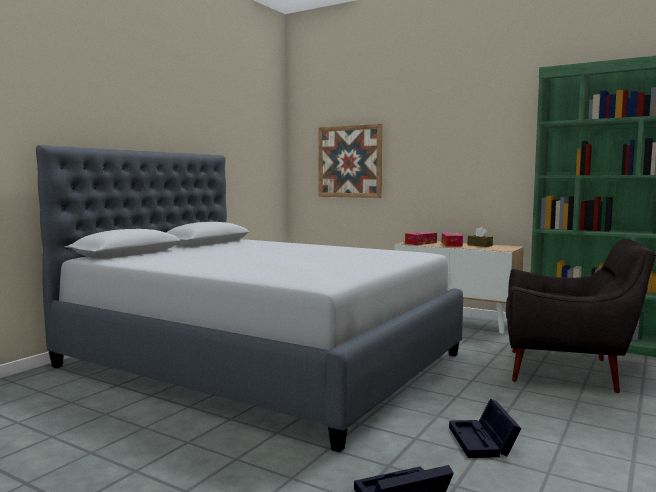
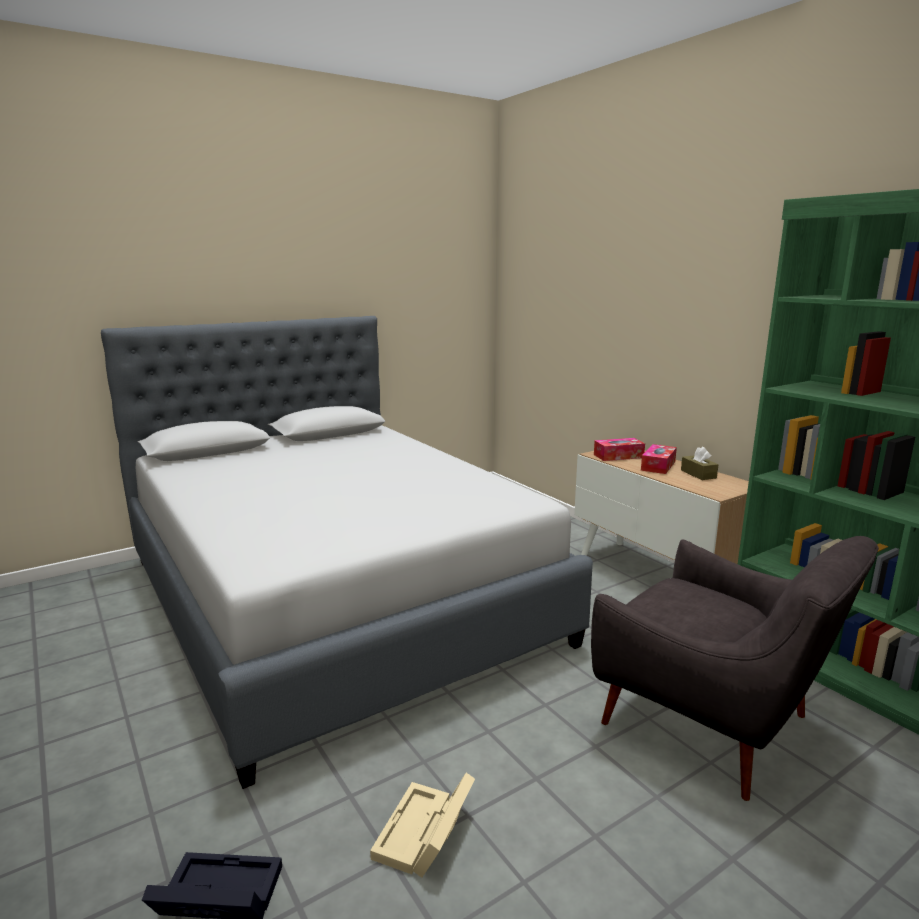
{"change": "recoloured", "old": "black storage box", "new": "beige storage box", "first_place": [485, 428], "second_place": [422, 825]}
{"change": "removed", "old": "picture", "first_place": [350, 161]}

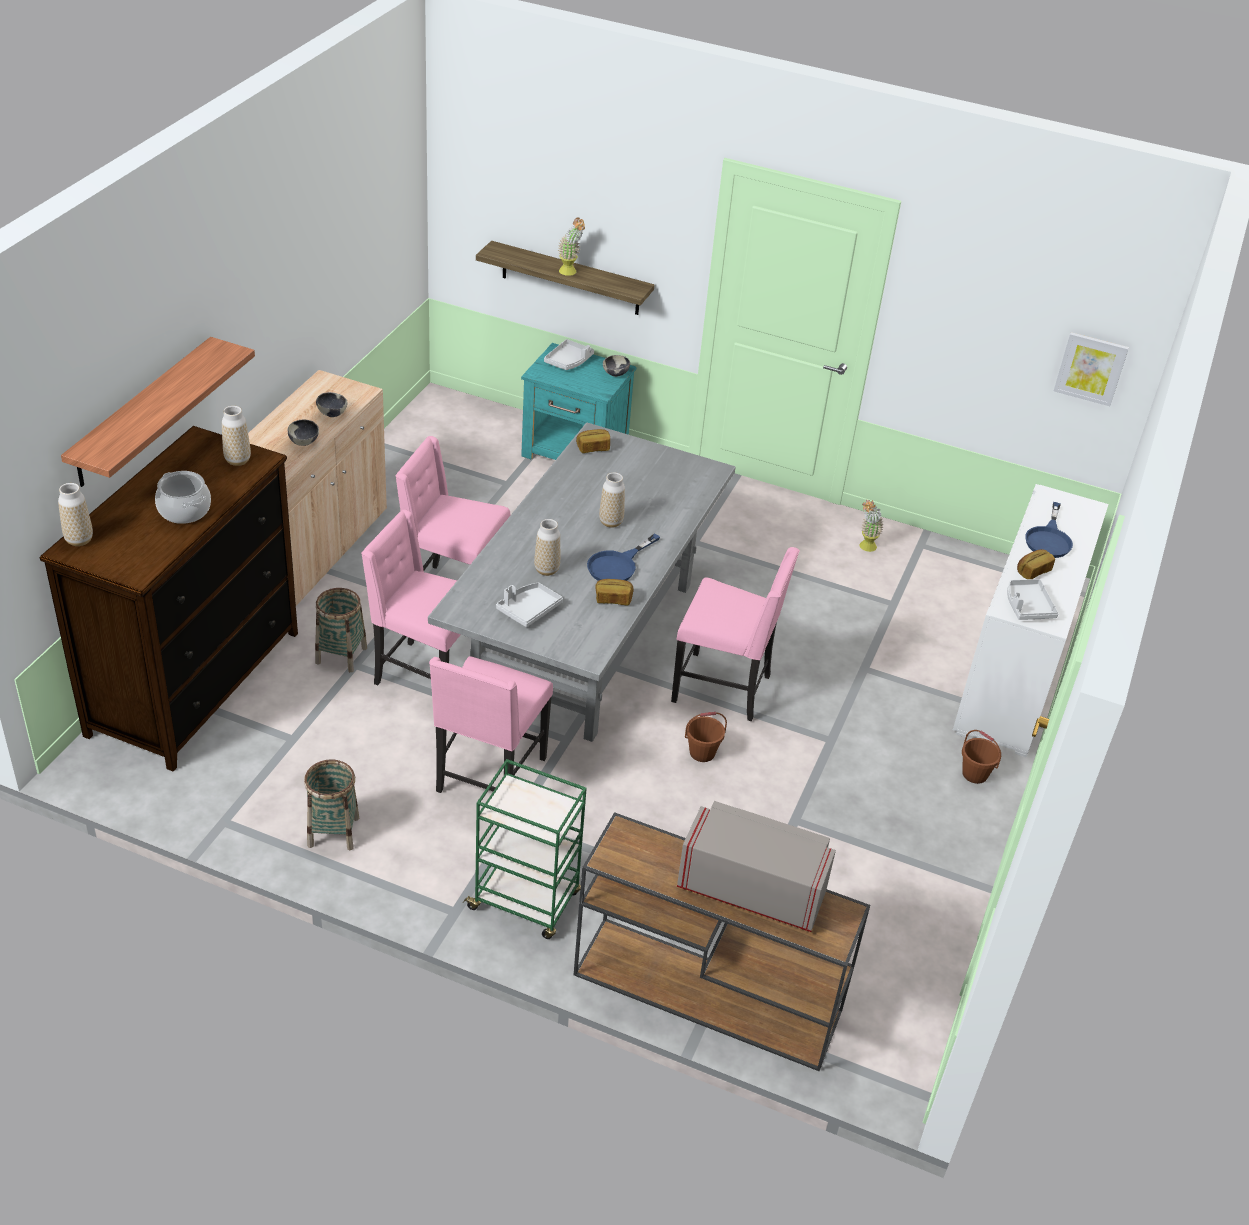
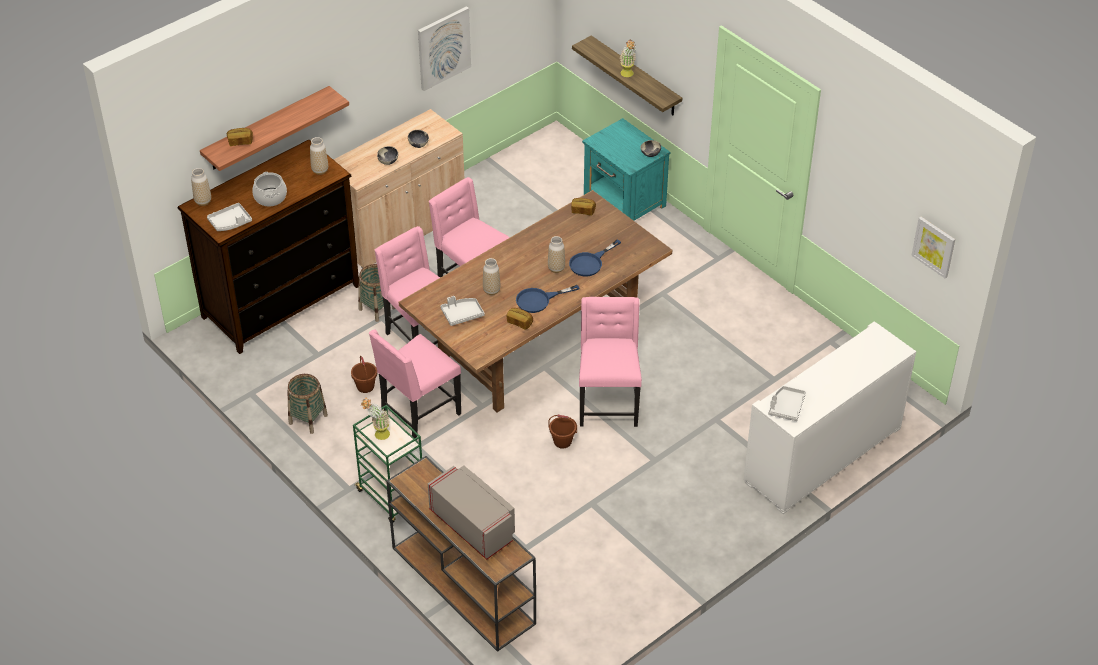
{"change": "moved", "old": "grey tray", "first_place": [569, 354], "second_place": [229, 217]}
{"change": "moved", "old": "bread", "first_place": [1036, 564], "second_place": [240, 137]}
{"change": "moved", "old": "brown bucket", "first_place": [981, 757], "second_place": [364, 374]}
{"change": "moved", "old": "potted plant", "first_place": [872, 526], "second_place": [375, 419]}
{"change": "recoloured", "old": "grey dining table", "new": "brown dining table", "first_place": [581, 582], "second_place": [535, 301]}
{"change": "added", "new": "picture", "second_place": [444, 48]}
{"change": "moved", "old": "blue frying pan", "first_place": [1049, 530], "second_place": [595, 257]}
{"change": "turned", "old": "pink chair", "first_place": [735, 634], "second_place": [610, 362], "degrees": -135}

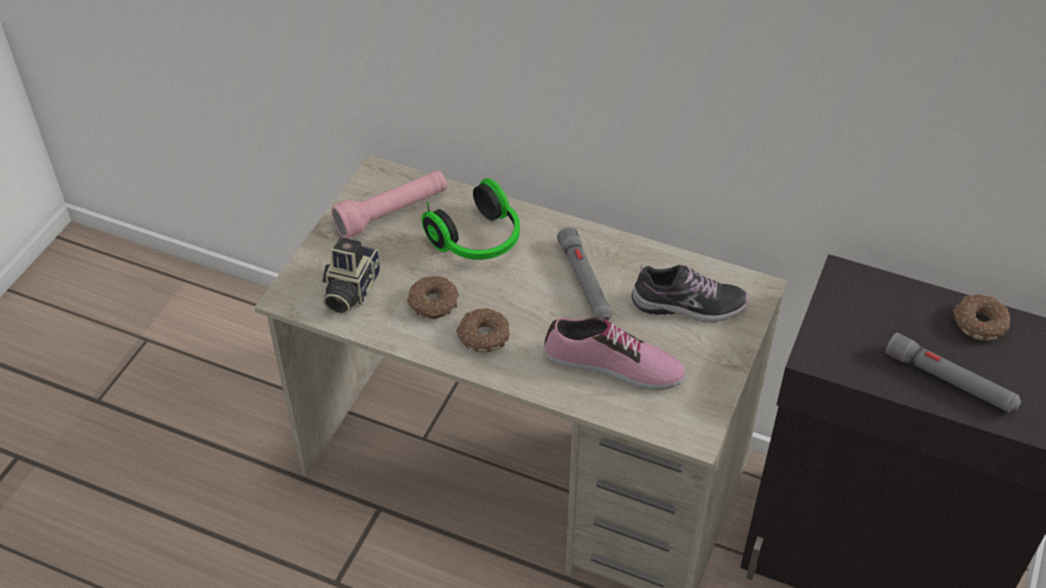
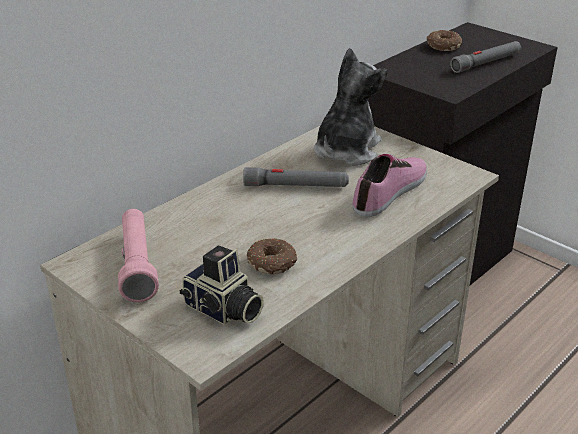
{"change": "replaced", "old": "shoe", "new": "plush toy", "first_place": [689, 294], "second_place": [350, 107]}
{"change": "removed", "old": "headphones", "first_place": [470, 219]}
{"change": "removed", "old": "donut", "first_place": [483, 330]}

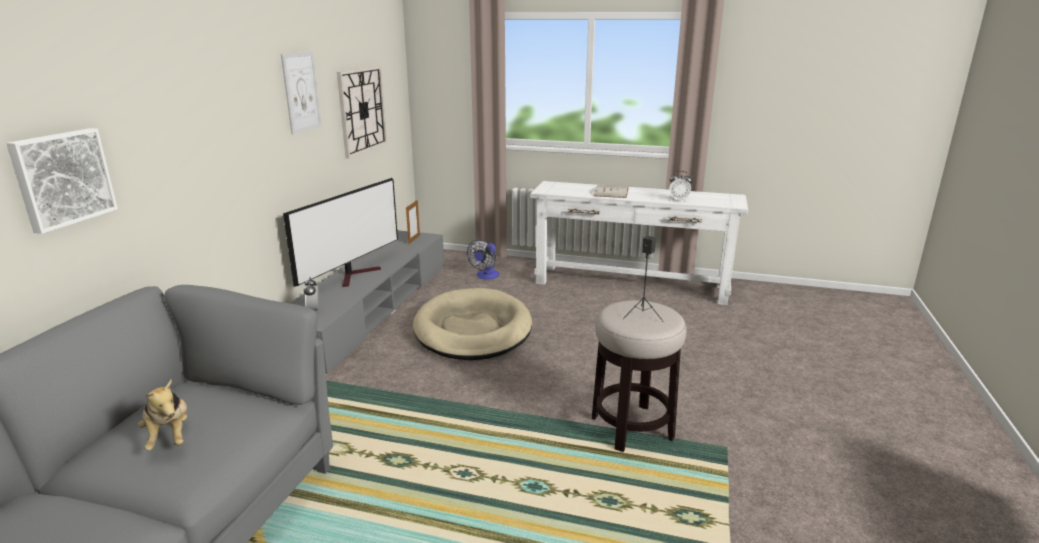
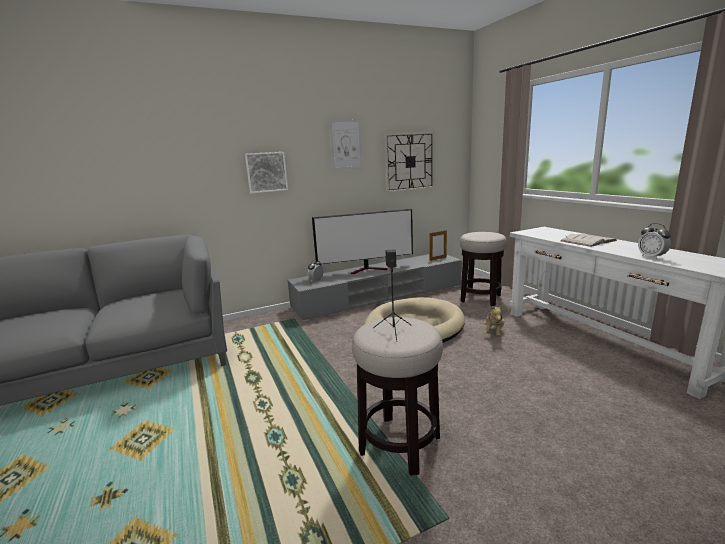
{"change": "moved", "old": "picture", "first_place": [62, 181], "second_place": [266, 172]}
{"change": "replaced", "old": "fan", "new": "stool", "first_place": [483, 259], "second_place": [483, 269]}
{"change": "moved", "old": "plush toy", "first_place": [162, 414], "second_place": [494, 320]}

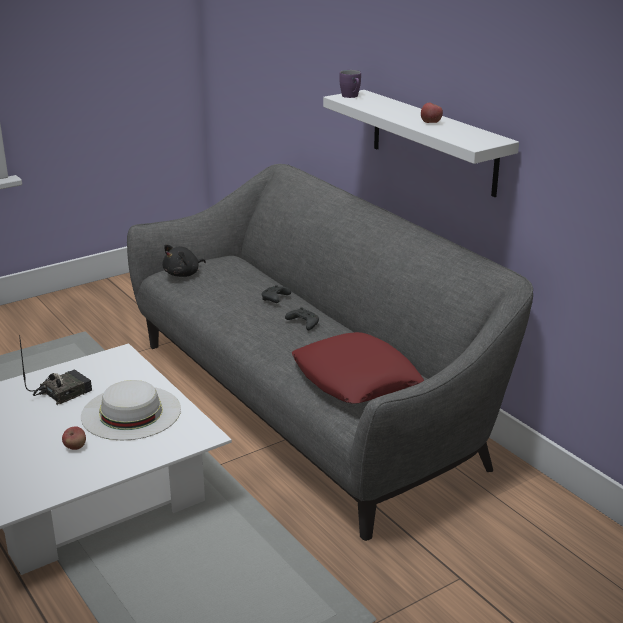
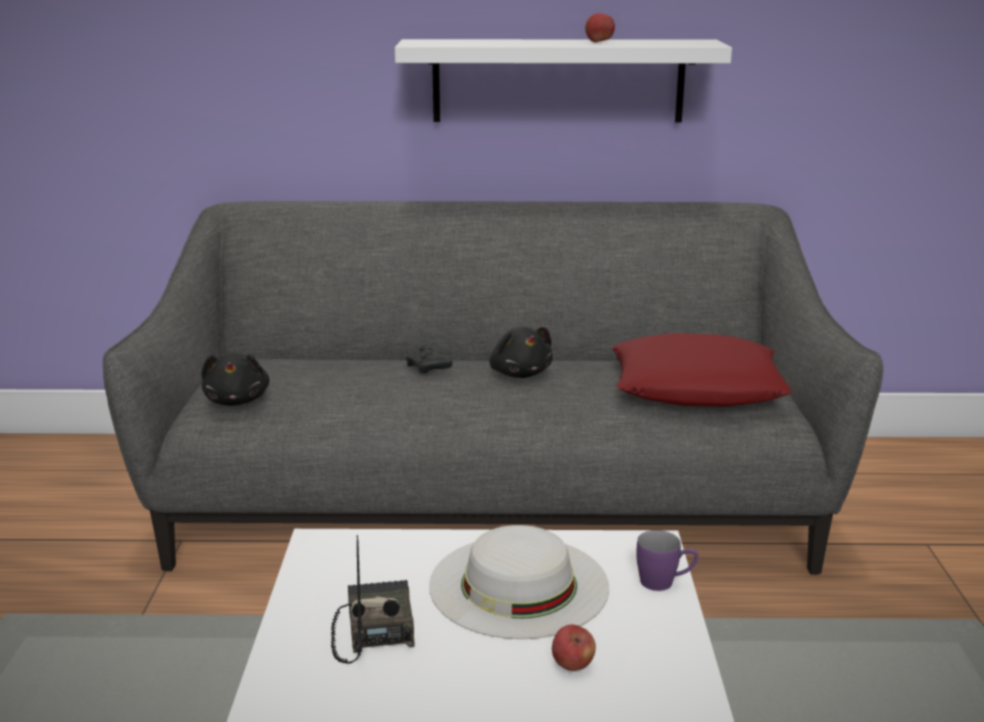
{"change": "replaced", "old": "black game controller", "new": "black plush toy", "first_place": [302, 318], "second_place": [521, 352]}
{"change": "moved", "old": "purple mug", "first_place": [350, 84], "second_place": [667, 560]}

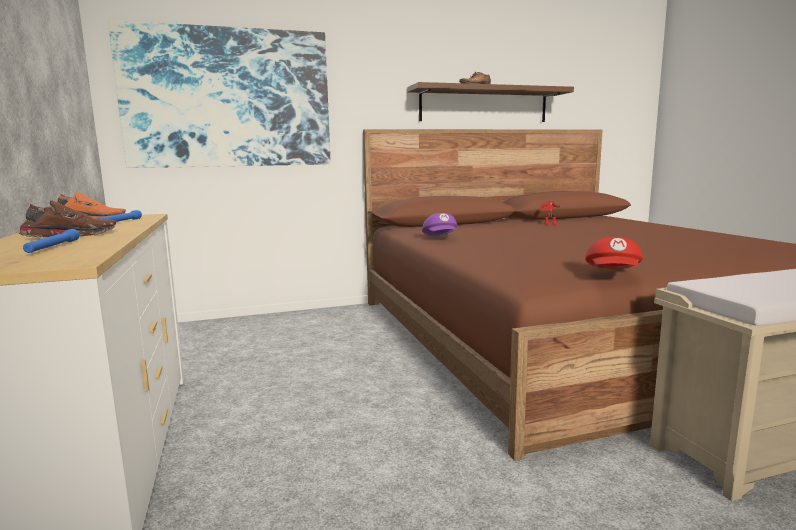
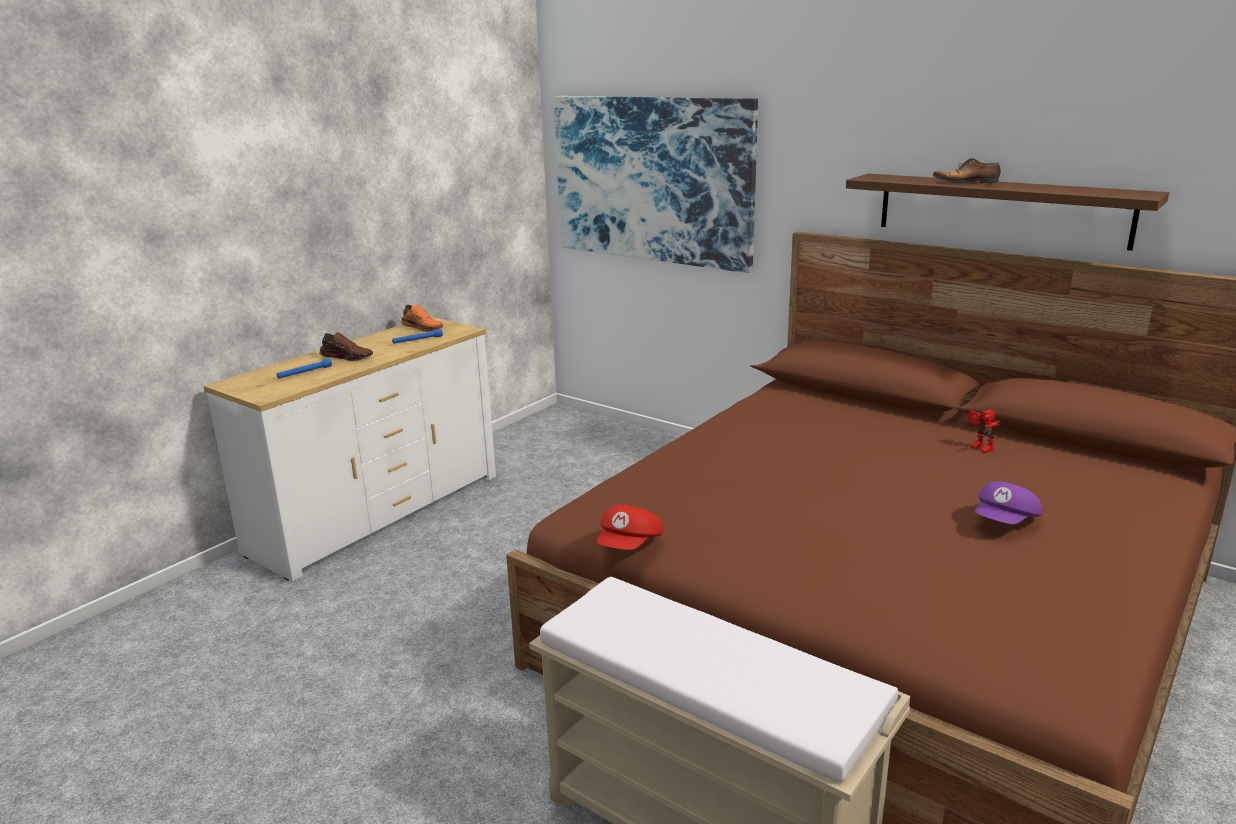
{"change": "turned", "old": "red cap", "first_place": [614, 253], "second_place": [629, 527], "degrees": -45}
{"change": "moved", "old": "purple cap", "first_place": [439, 224], "second_place": [1008, 502]}

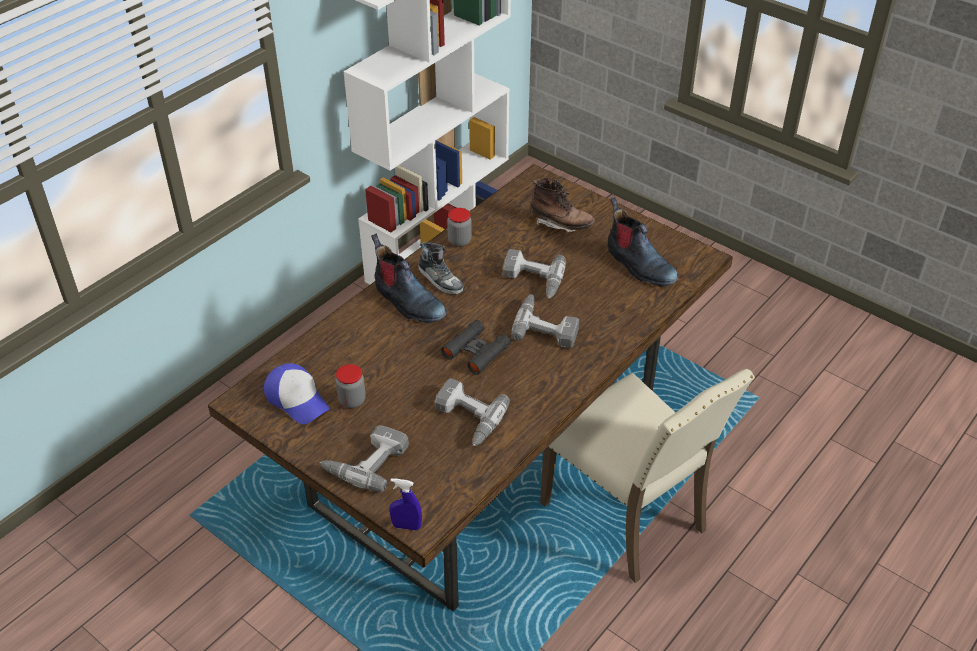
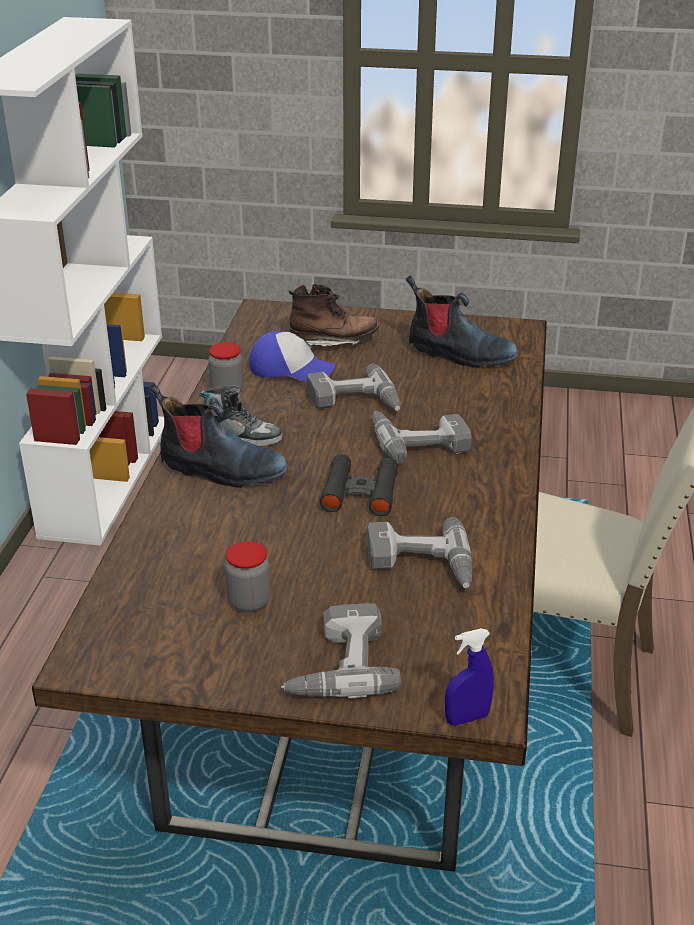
{"change": "moved", "old": "cap", "first_place": [296, 393], "second_place": [292, 356]}

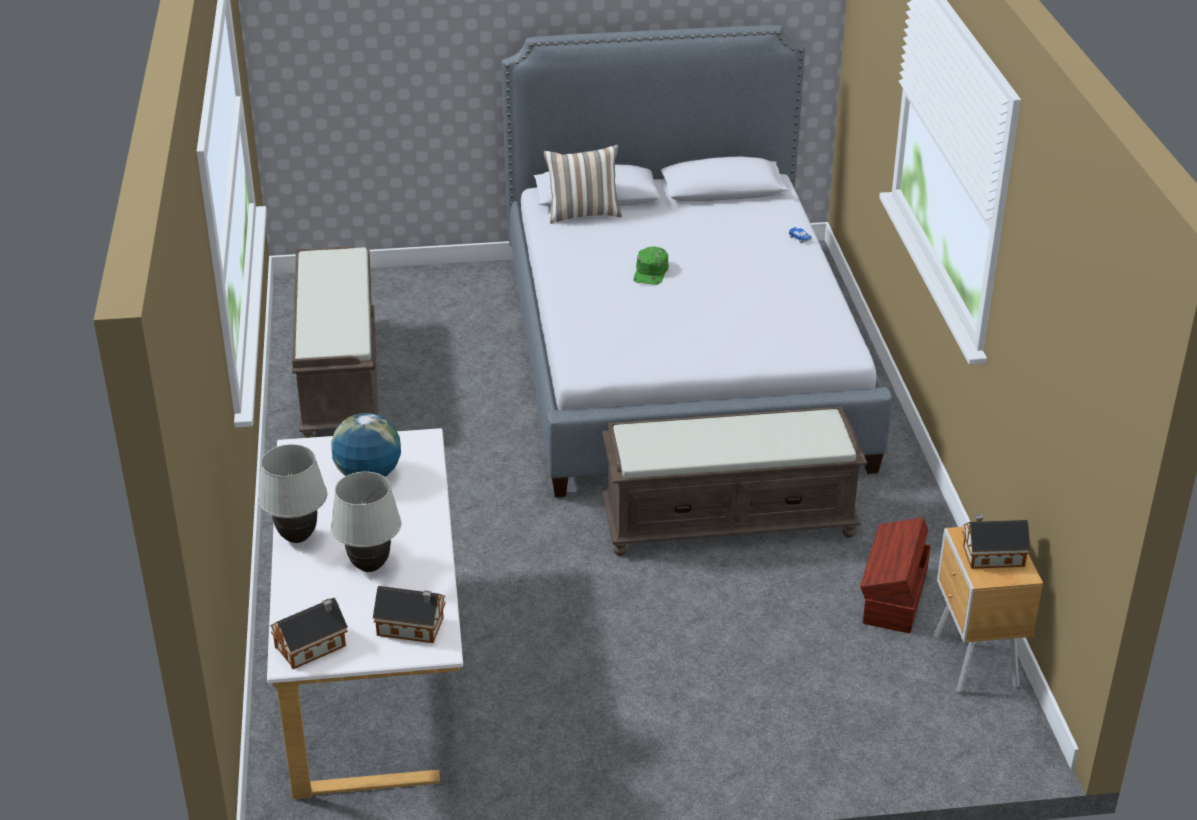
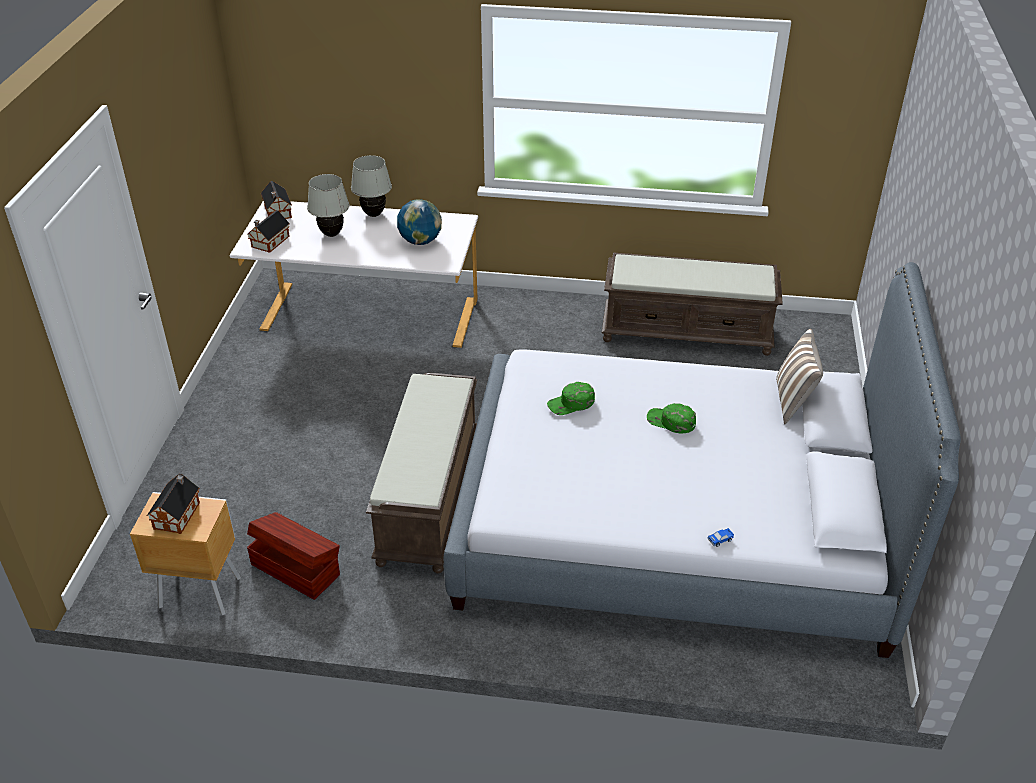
{"change": "added", "new": "green cap", "second_place": [571, 398]}

